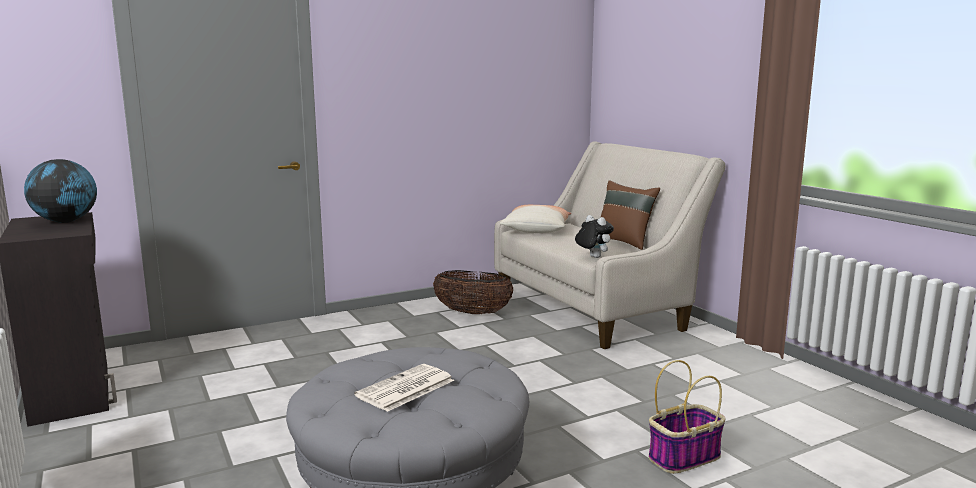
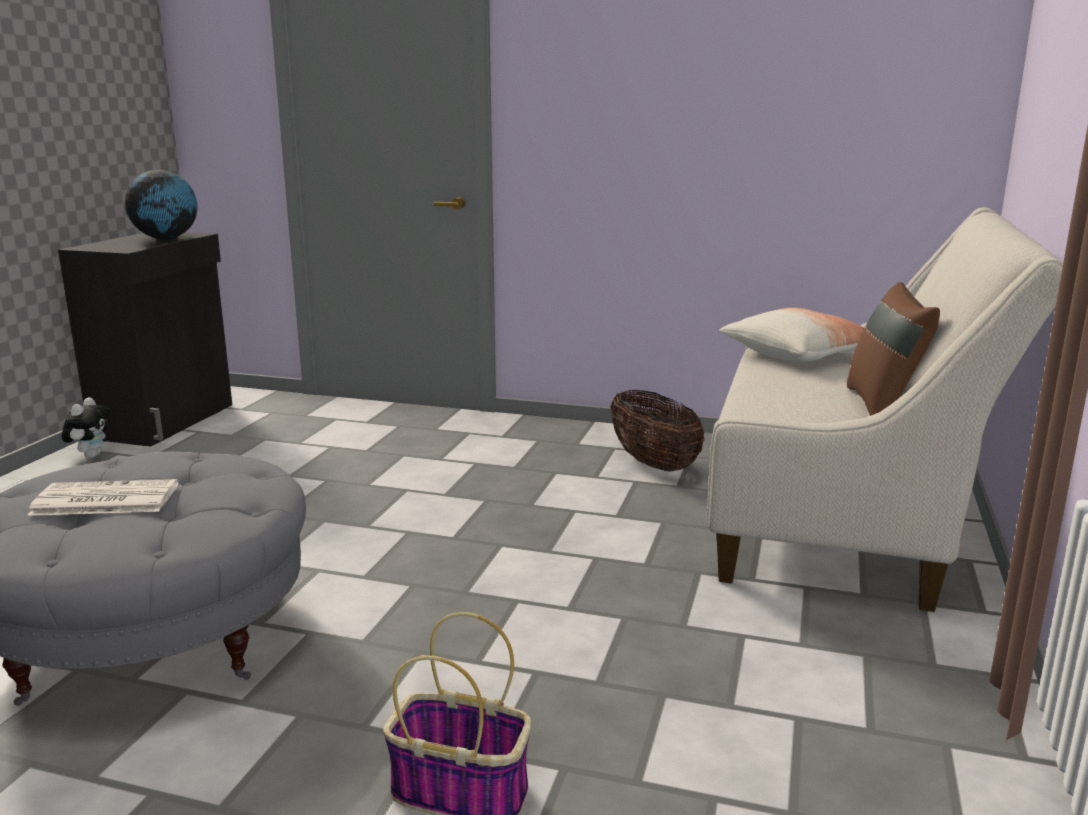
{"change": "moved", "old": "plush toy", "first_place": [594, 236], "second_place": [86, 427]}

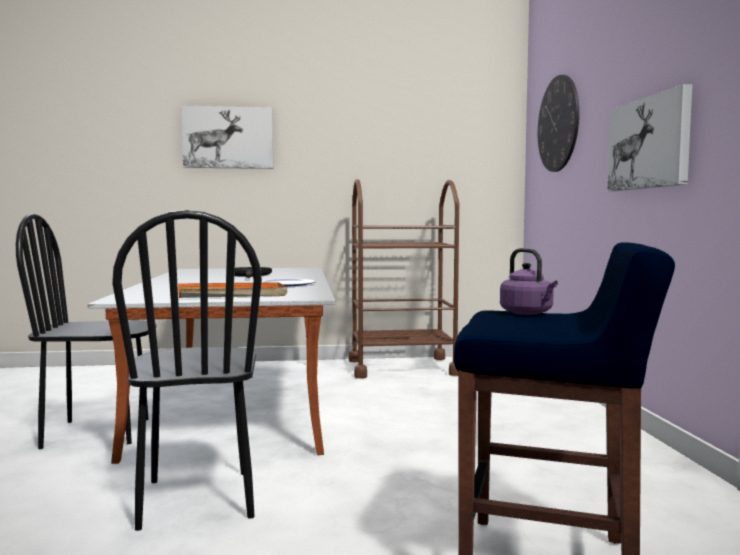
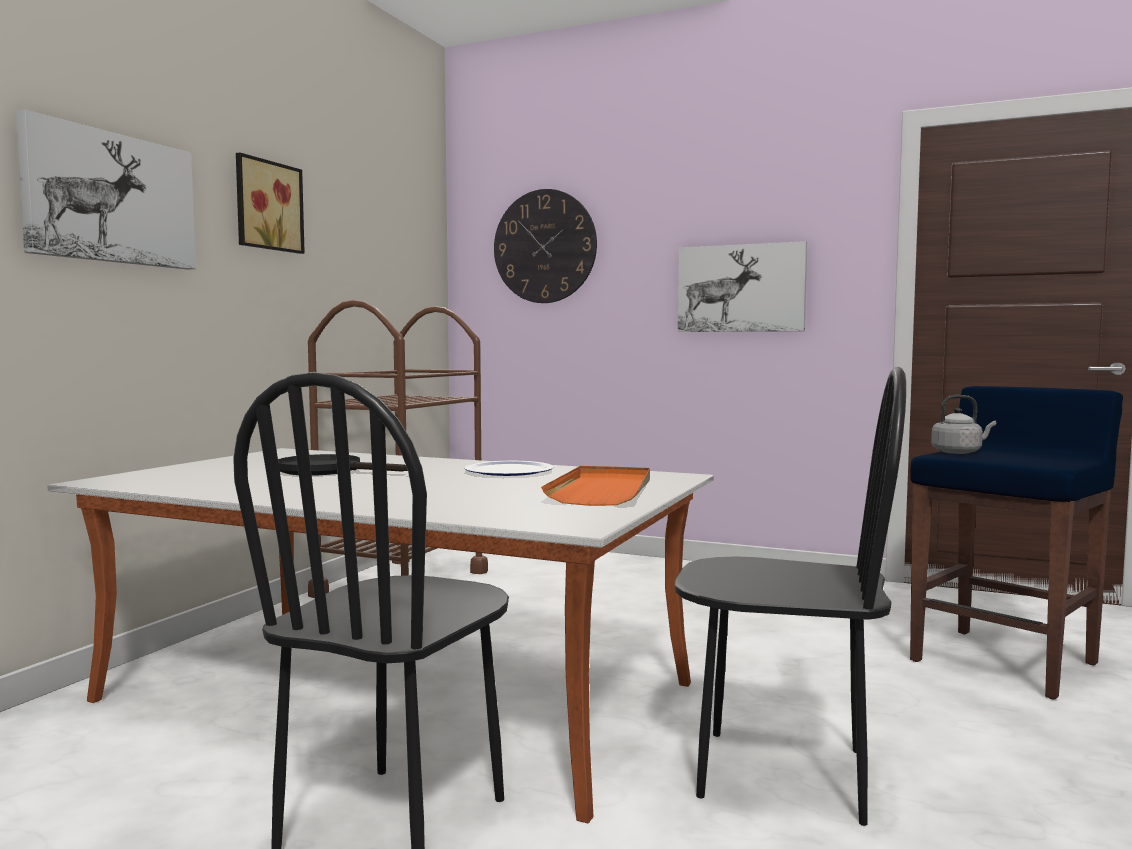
{"change": "added", "new": "picture", "second_place": [270, 203]}
{"change": "recoloured", "old": "purple kettle", "new": "grey kettle", "first_place": [529, 281], "second_place": [963, 424]}

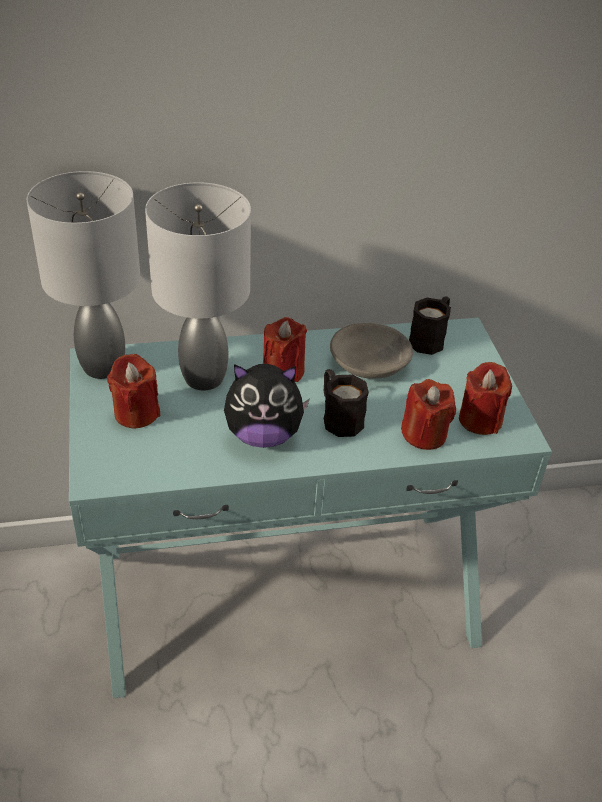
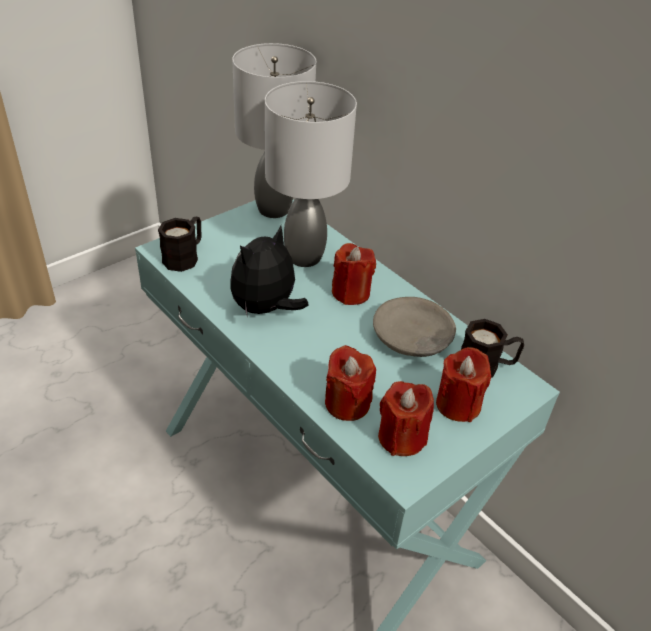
{"change": "moved", "old": "black mug", "first_place": [346, 403], "second_place": [179, 244]}
{"change": "turned", "old": "plush toy", "first_place": [267, 406], "second_place": [269, 272], "degrees": 75}
{"change": "moved", "old": "red candle", "first_place": [133, 391], "second_place": [463, 384]}

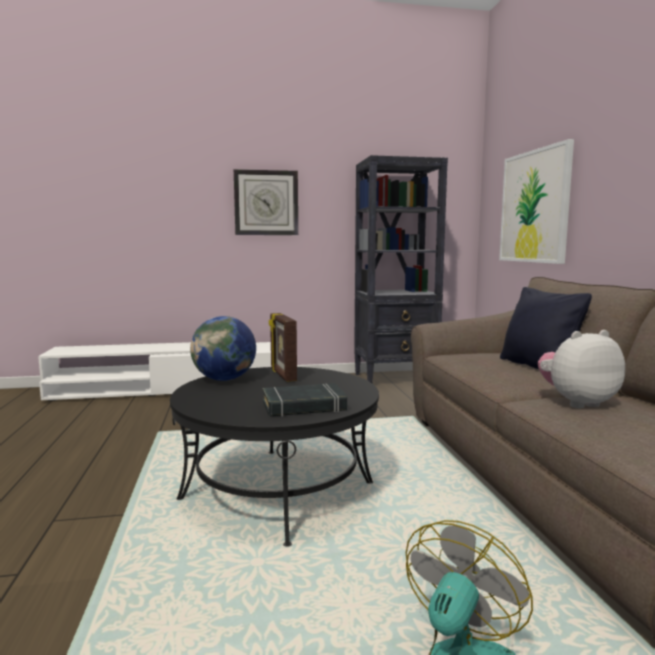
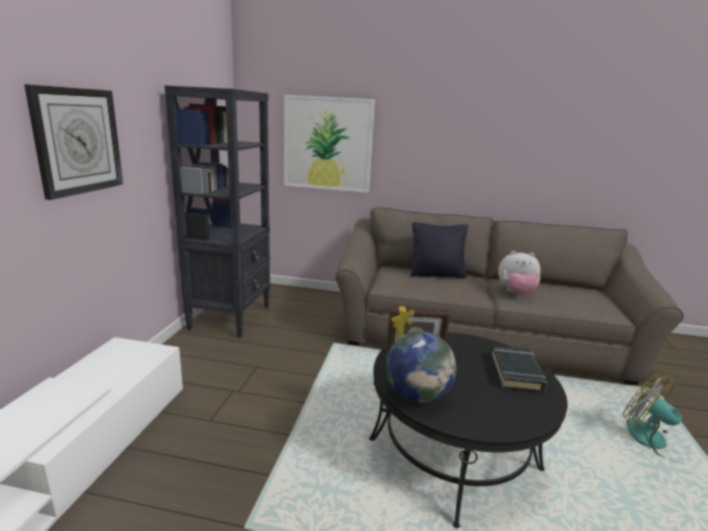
{"change": "turned", "old": "plush toy", "first_place": [581, 369], "second_place": [519, 273], "degrees": -90}

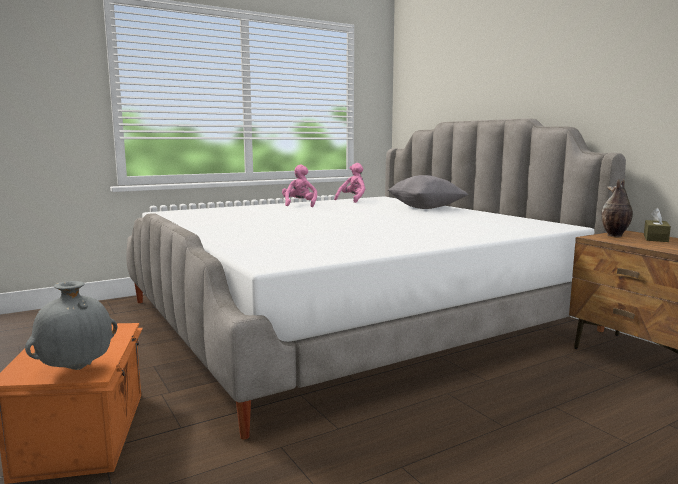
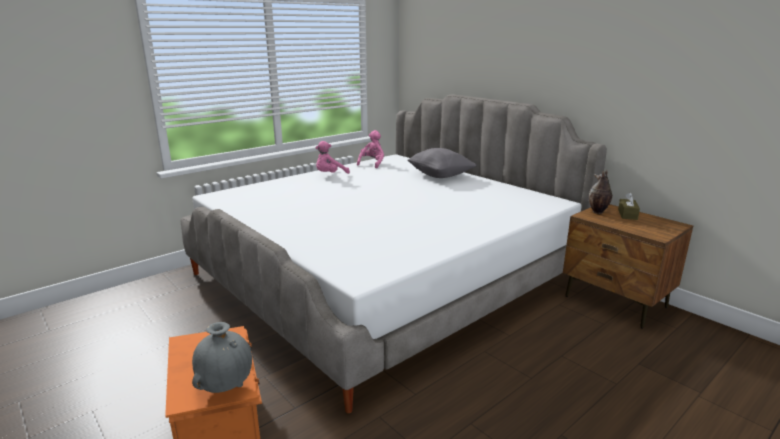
{"change": "turned", "old": "pink plush toy", "first_place": [299, 185], "second_place": [333, 157], "degrees": -120}

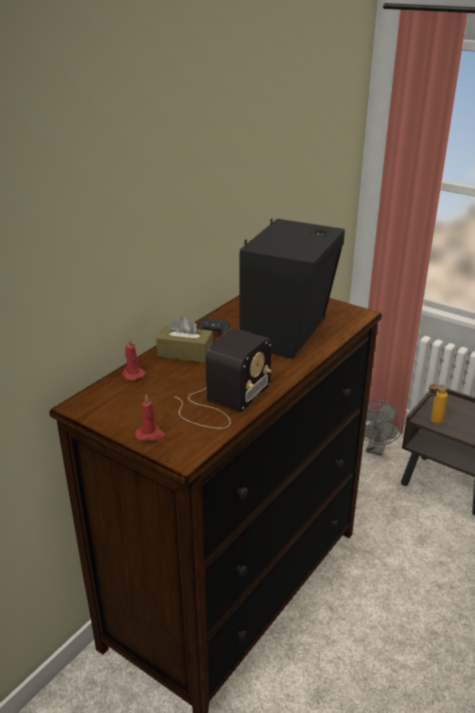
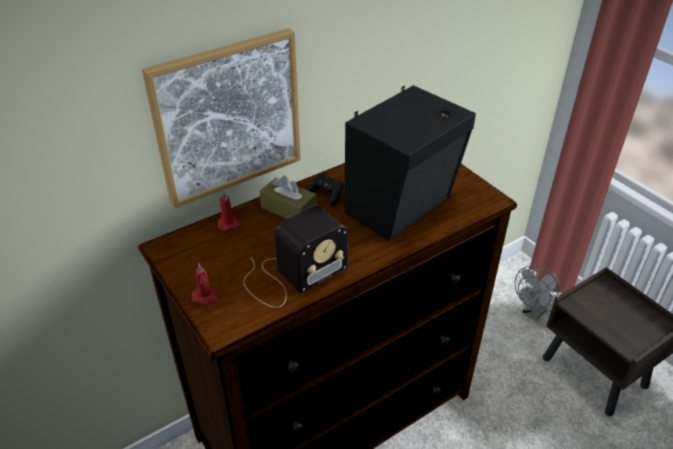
{"change": "added", "new": "picture", "second_place": [221, 118]}
{"change": "removed", "old": "bottle", "first_place": [438, 402]}

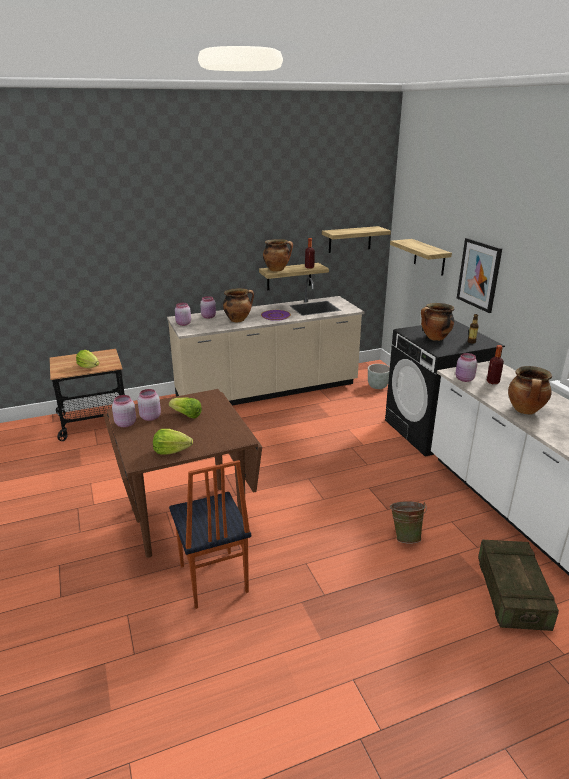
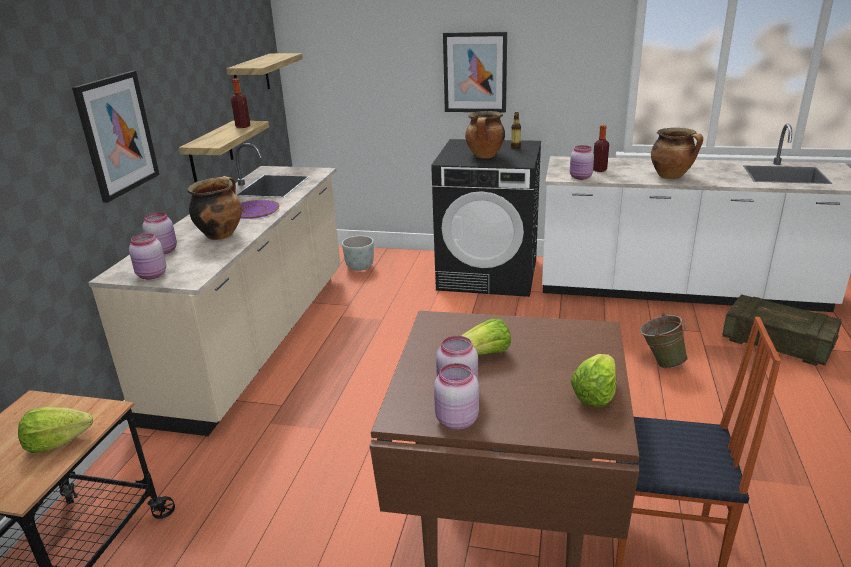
{"change": "added", "new": "picture", "second_place": [116, 137]}
{"change": "removed", "old": "cooking pot", "first_place": [278, 255]}
{"change": "removed", "old": "shelf", "first_place": [421, 257]}

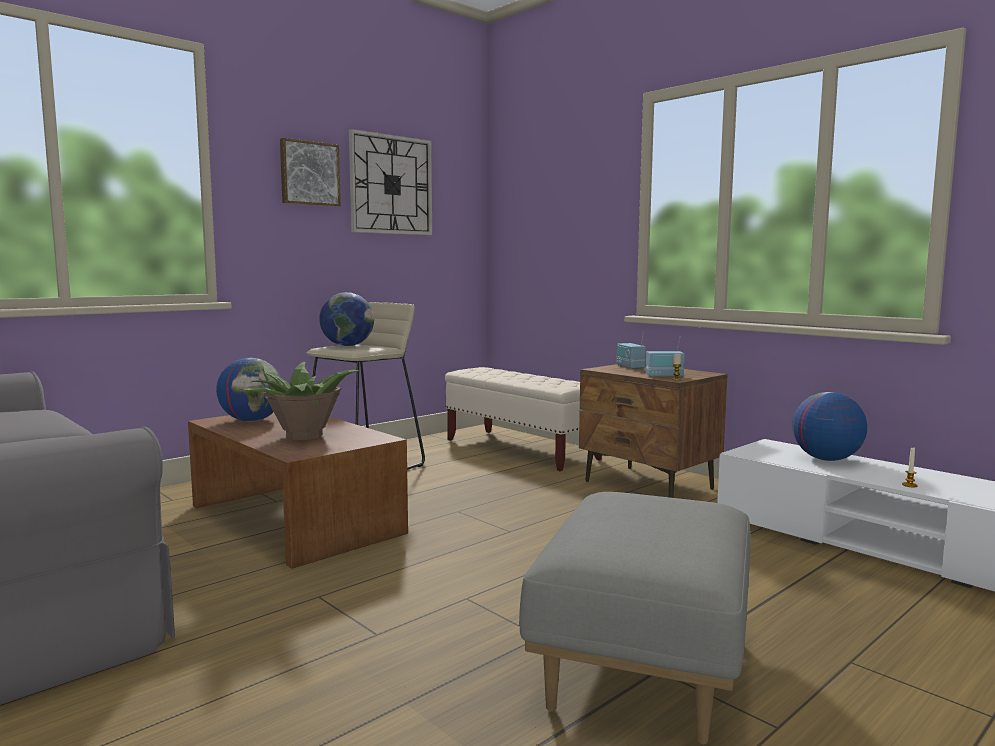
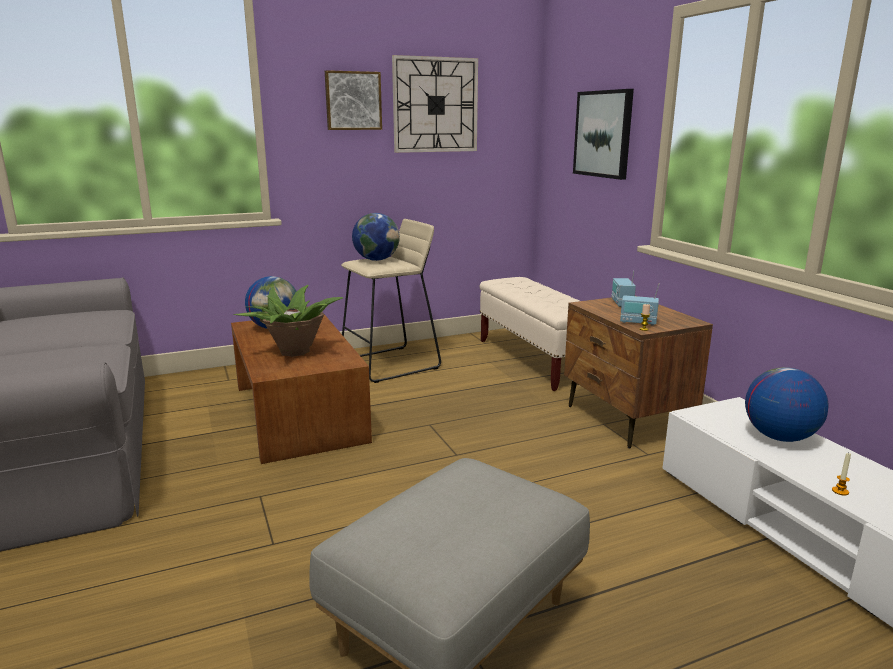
{"change": "added", "new": "picture", "second_place": [603, 134]}

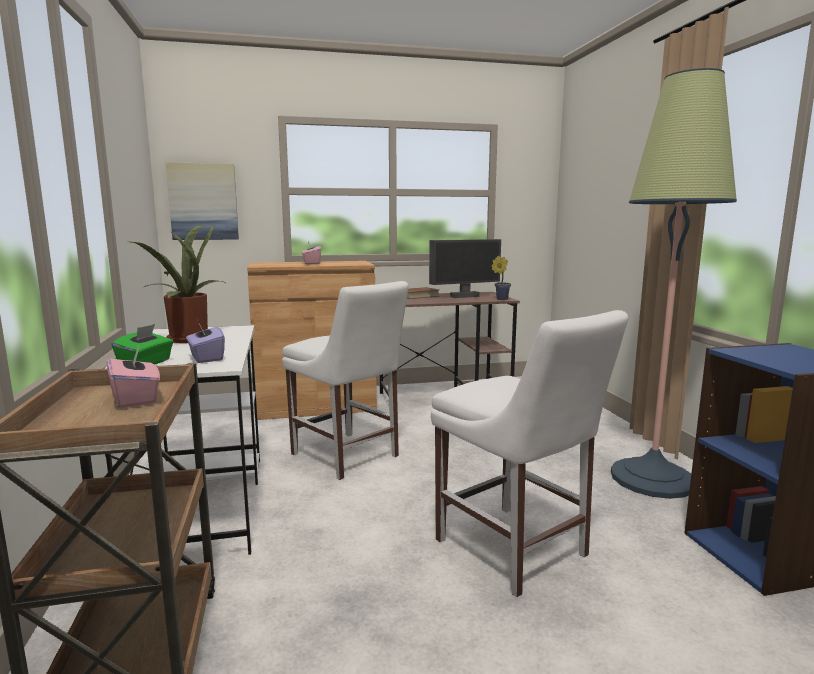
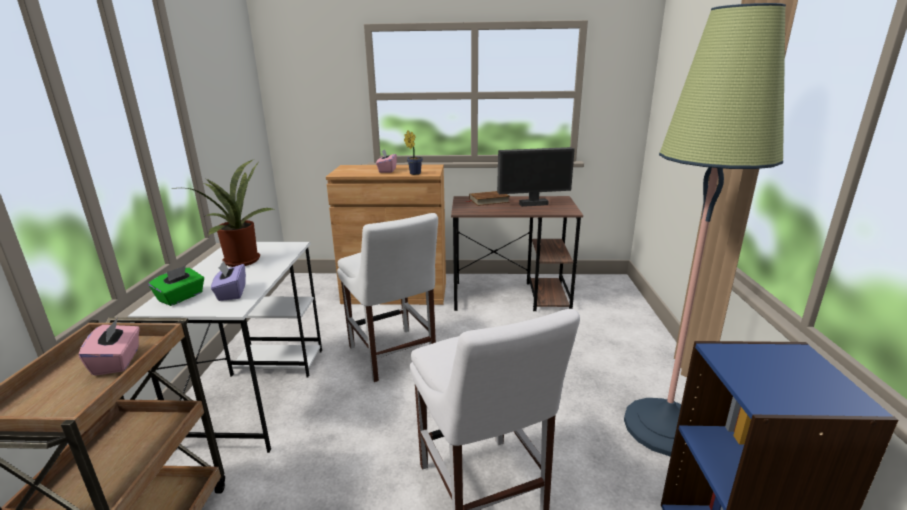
{"change": "moved", "old": "potted plant", "first_place": [501, 278], "second_place": [413, 152]}
{"change": "removed", "old": "picture", "first_place": [202, 201]}

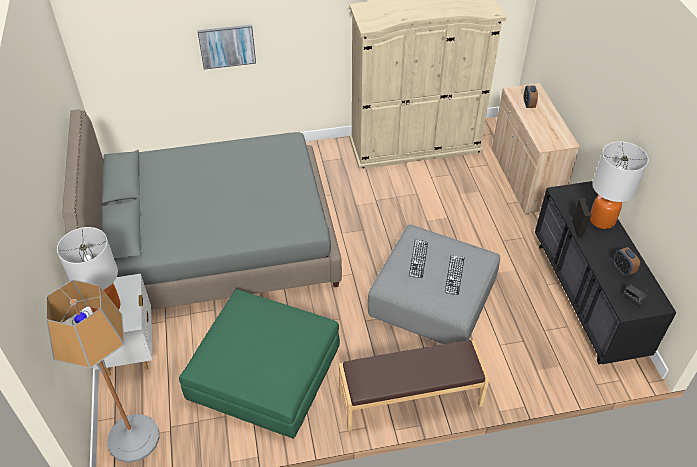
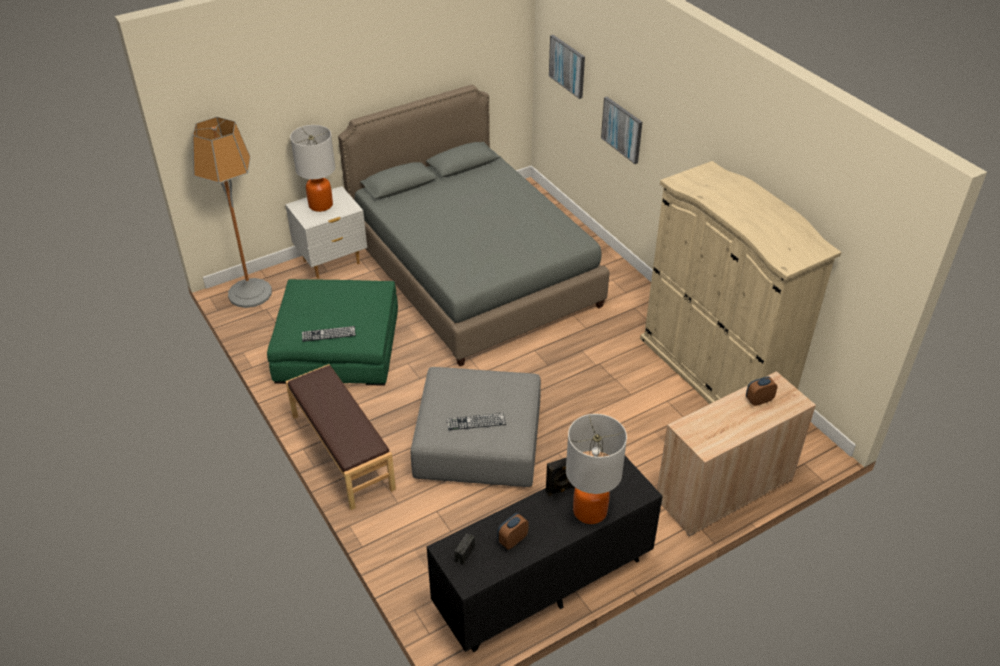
{"change": "moved", "old": "keyboard", "first_place": [418, 259], "second_place": [329, 334]}
{"change": "added", "new": "picture", "second_place": [567, 67]}

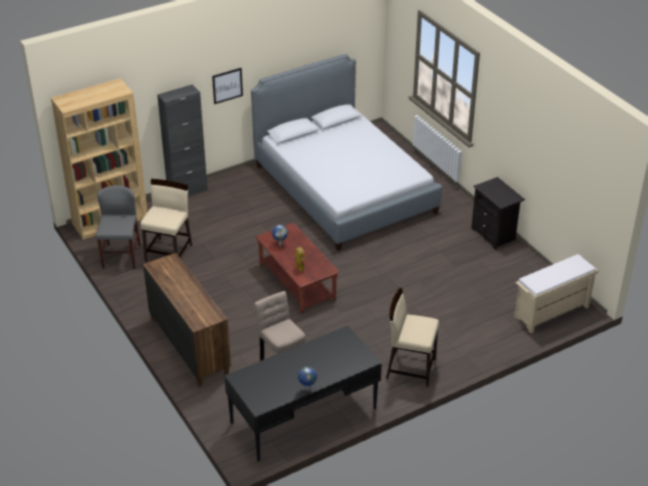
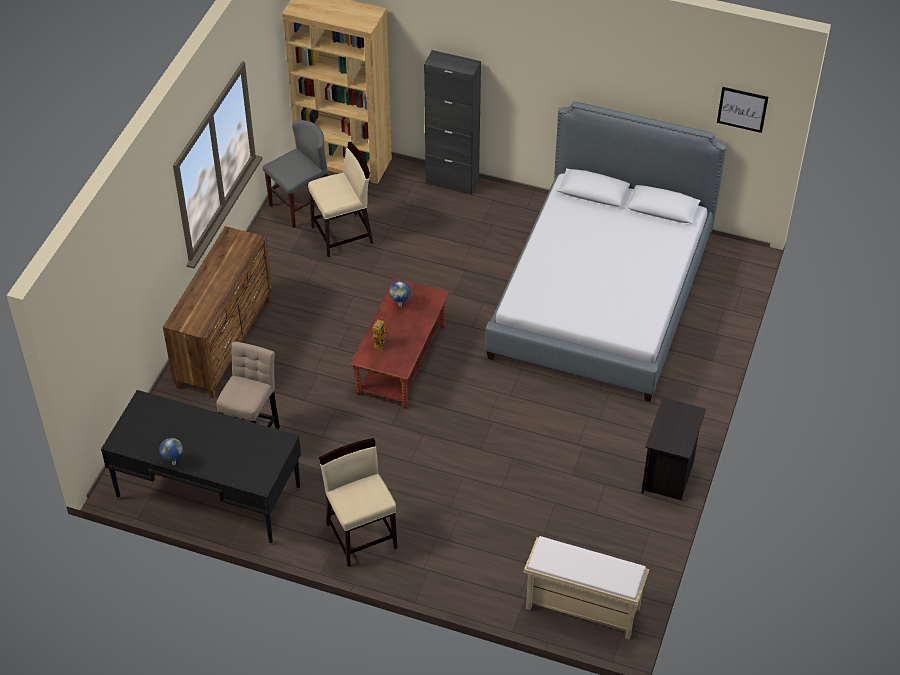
{"change": "moved", "old": "picture", "first_place": [227, 86], "second_place": [742, 110]}

